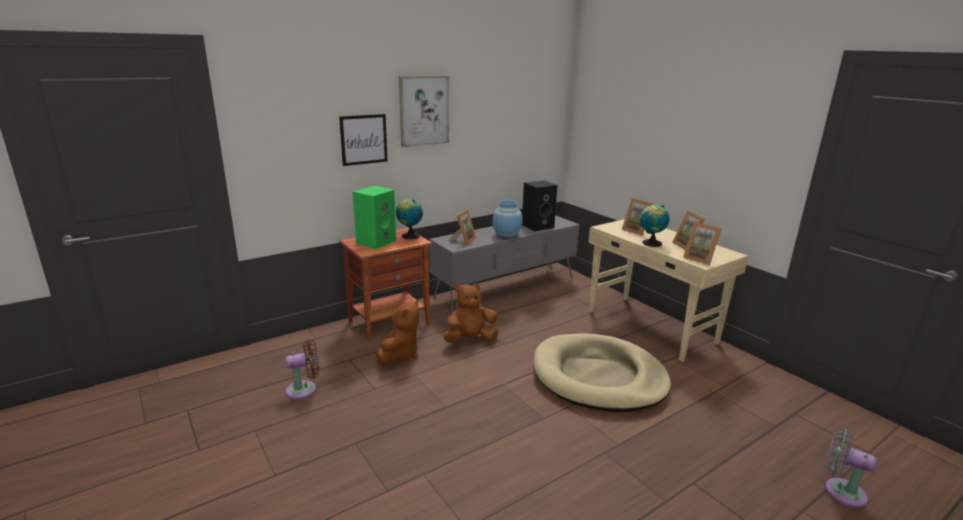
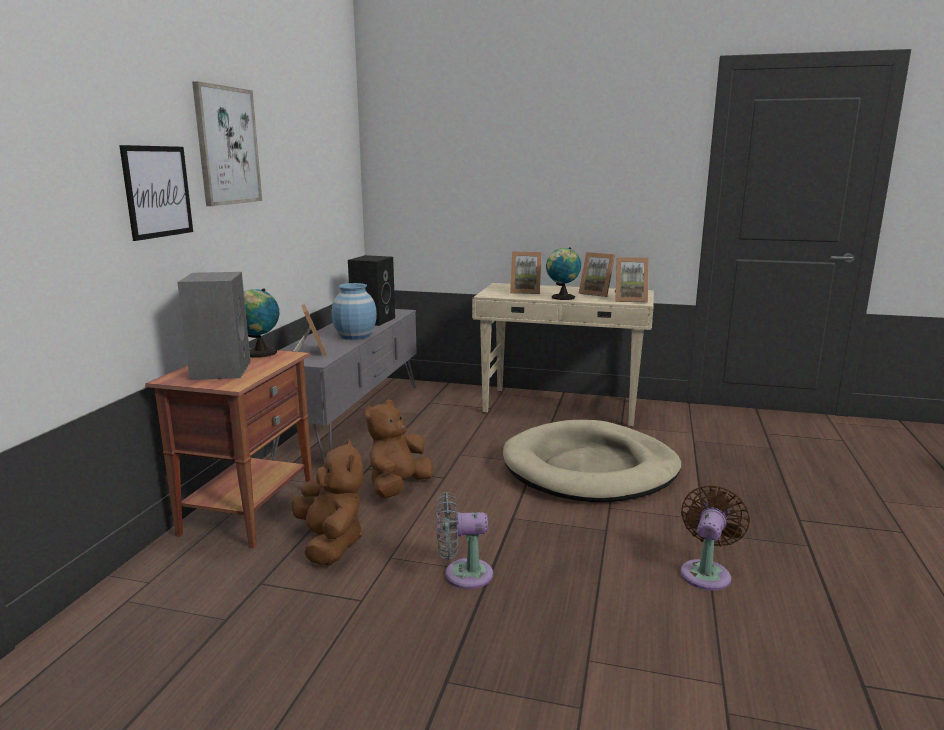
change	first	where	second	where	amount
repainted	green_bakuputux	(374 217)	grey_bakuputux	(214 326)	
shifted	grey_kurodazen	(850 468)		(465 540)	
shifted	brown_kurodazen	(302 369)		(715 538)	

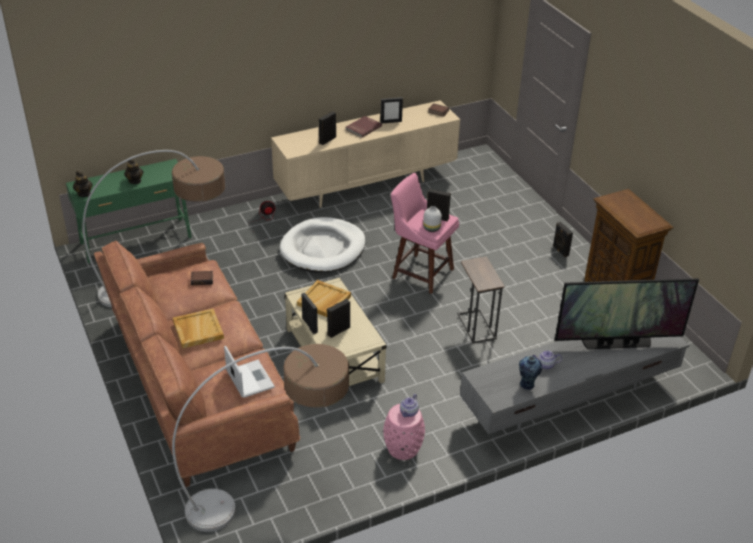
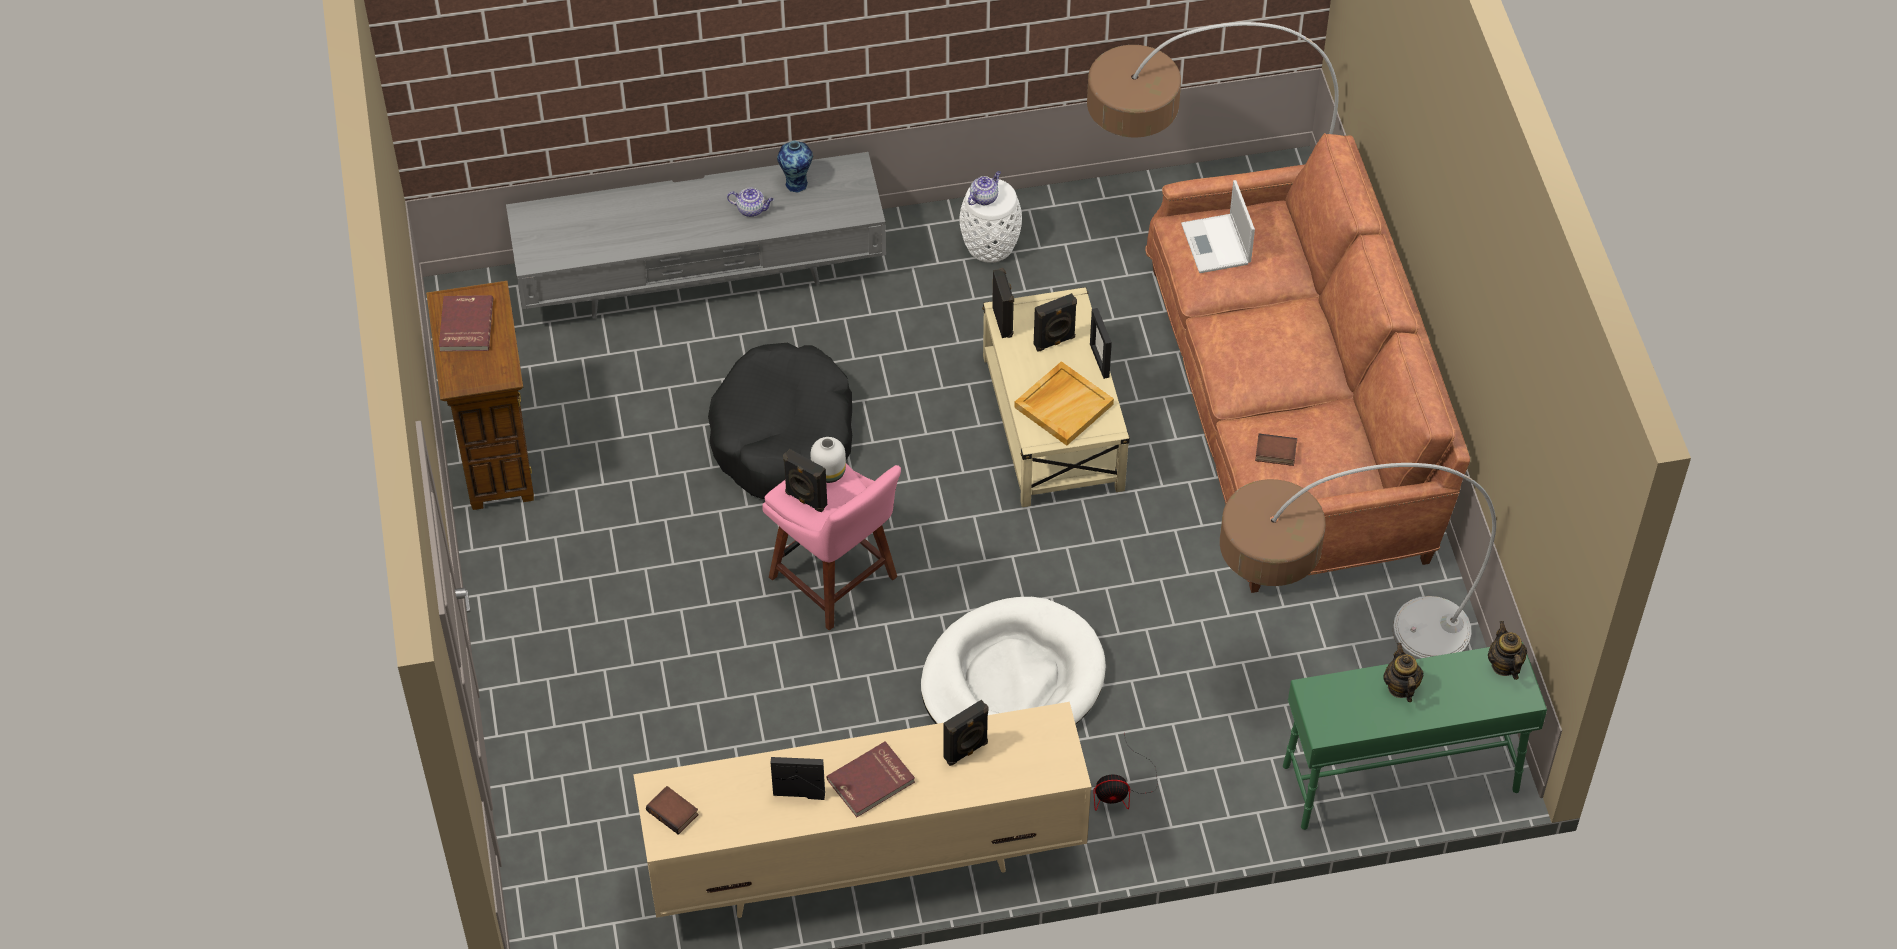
change	first	where	second	where	amount
new			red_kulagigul	(466 323)	
swapped	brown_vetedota	(480 300)	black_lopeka	(780 421)	
repainted	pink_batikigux	(404 432)	white_batikigux	(990 220)	
shifted	black_bakuputux	(563 239)		(1003 303)	
gone	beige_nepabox	(198 329)			
gone	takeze	(627 313)			

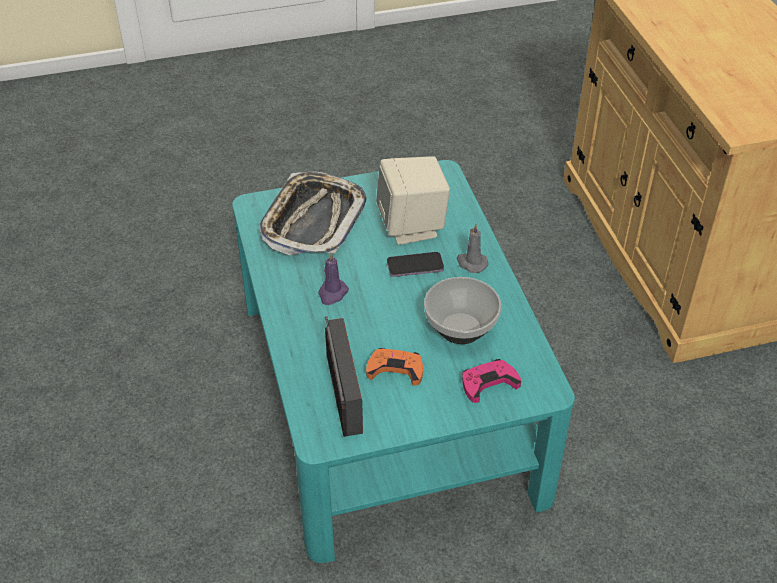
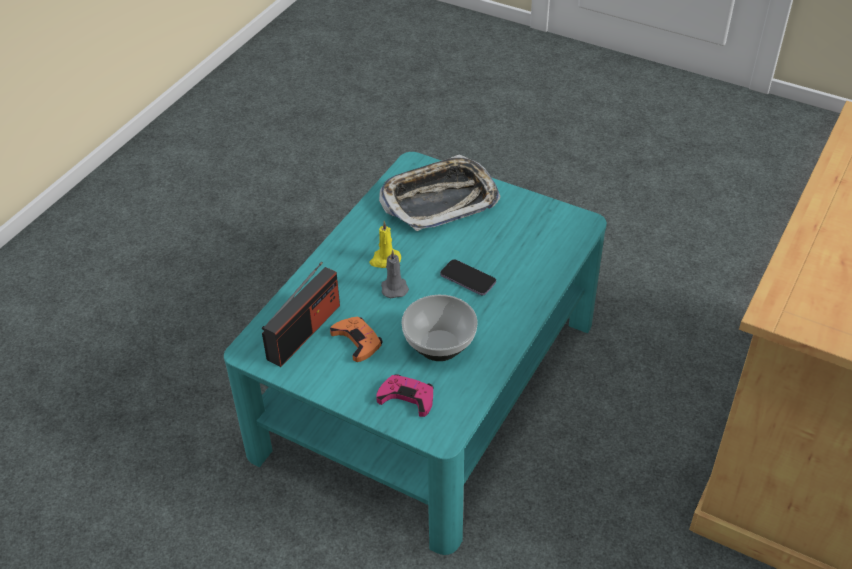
change	first	where	second	where	amount
repainted	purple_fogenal	(333 279)	yellow_fogenal	(385 244)	
shifted	grey_fogenal	(472 248)		(395 274)	
gone	beige_bakuputux	(413 200)			

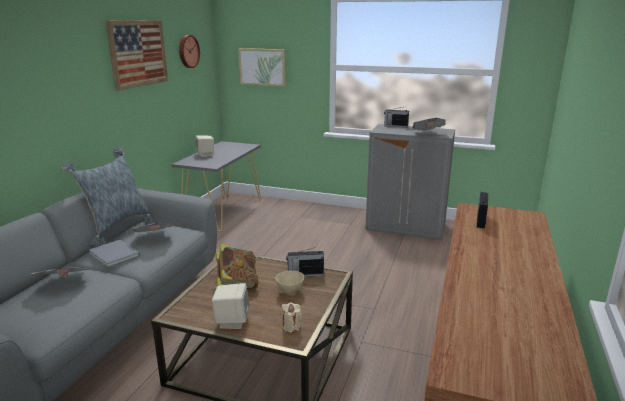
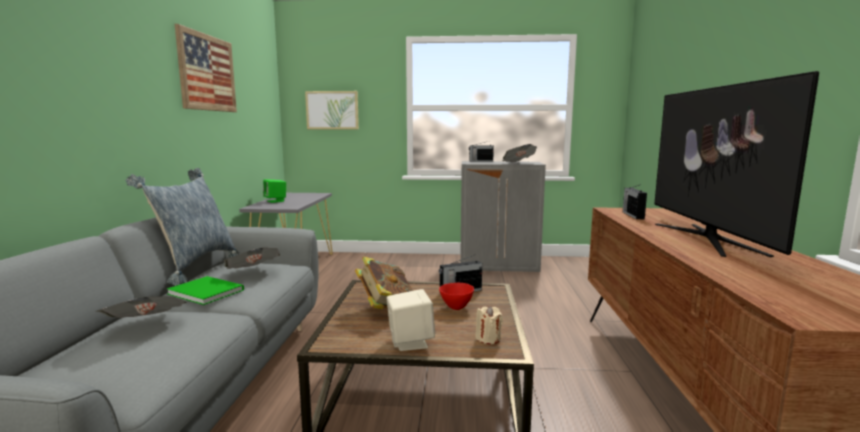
change	first	where	second	where	amount
repainted	grey_kulagigul	(114 254)	green_kulagigul	(205 290)	
repainted	beige_bakuputux	(205 146)	green_bakuputux	(274 191)	
repainted	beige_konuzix	(289 283)	red_konuzix	(456 296)	
new			takeze	(736 164)	
gone	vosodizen	(189 51)			

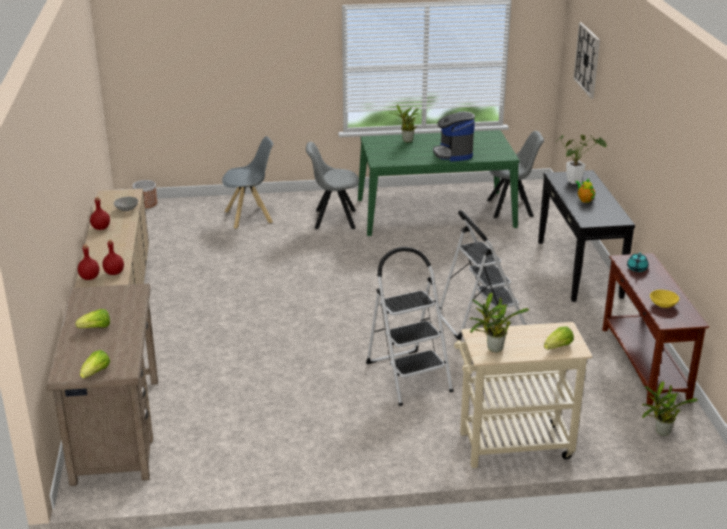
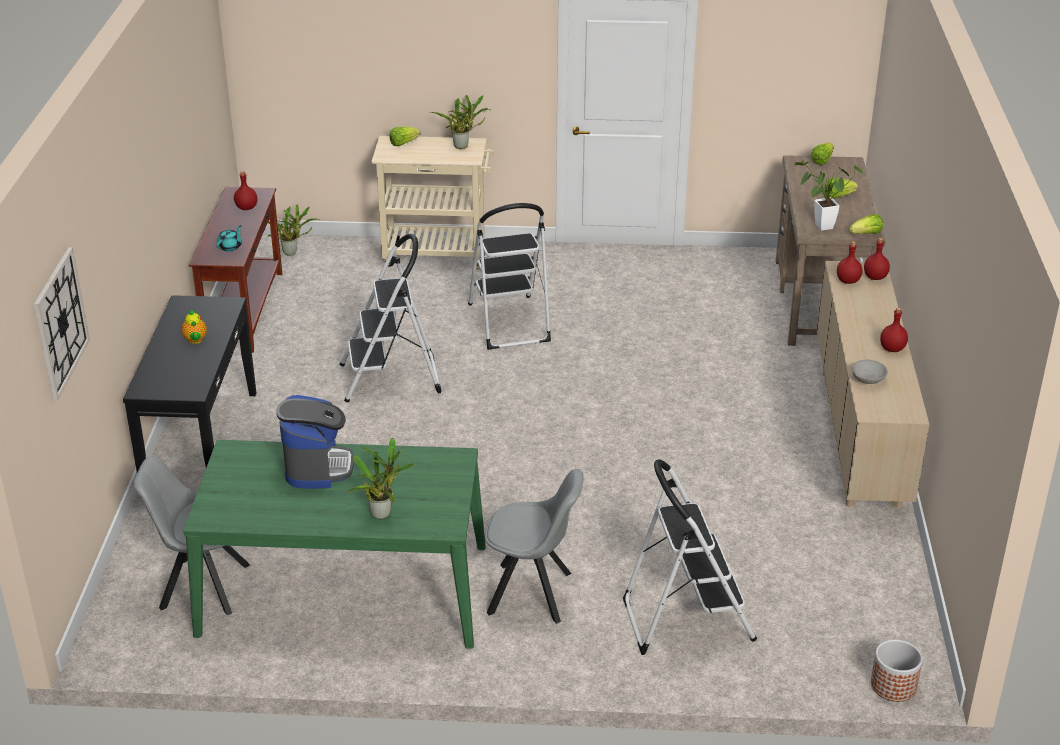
change	first	where	second	where	amount
swapped	yellow_konuzix	(664 299)	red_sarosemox	(245 190)	
swapped	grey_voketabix	(248 182)	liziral	(690 557)	
shifted	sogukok	(583 159)		(828 196)	
new			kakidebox	(866 224)	

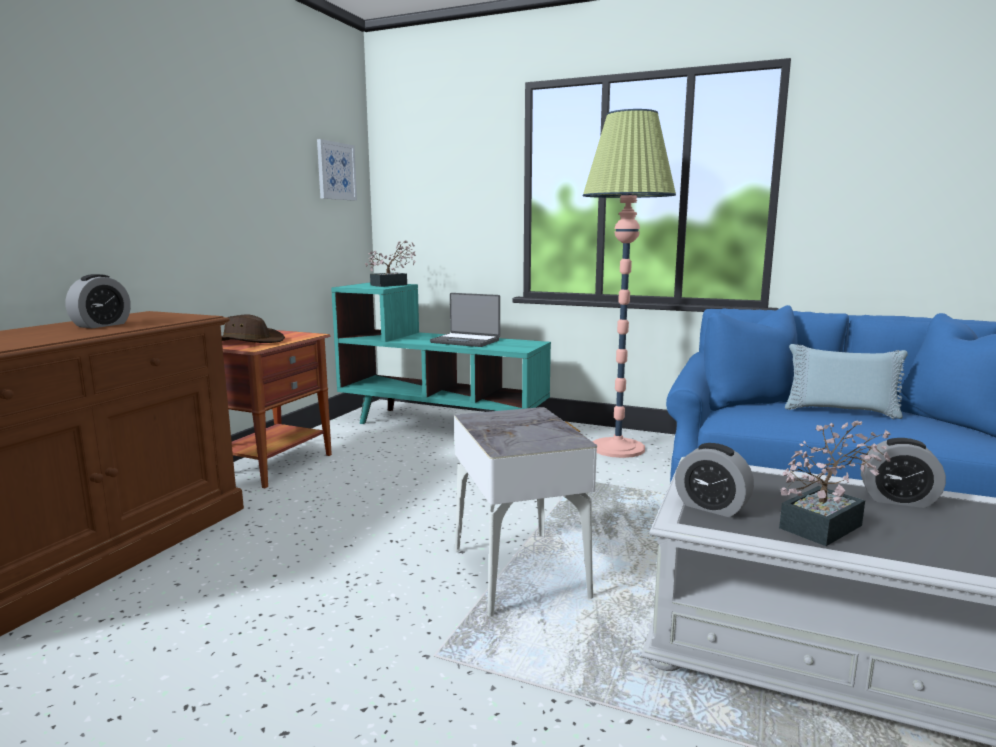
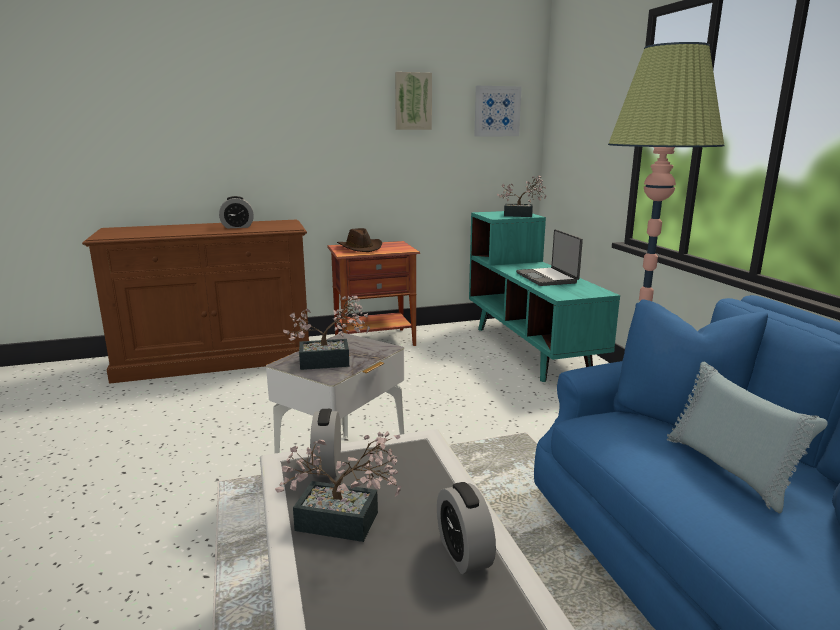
change	first	where	second	where	amount
new			sogukok	(326 333)	
new			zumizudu	(413 101)	

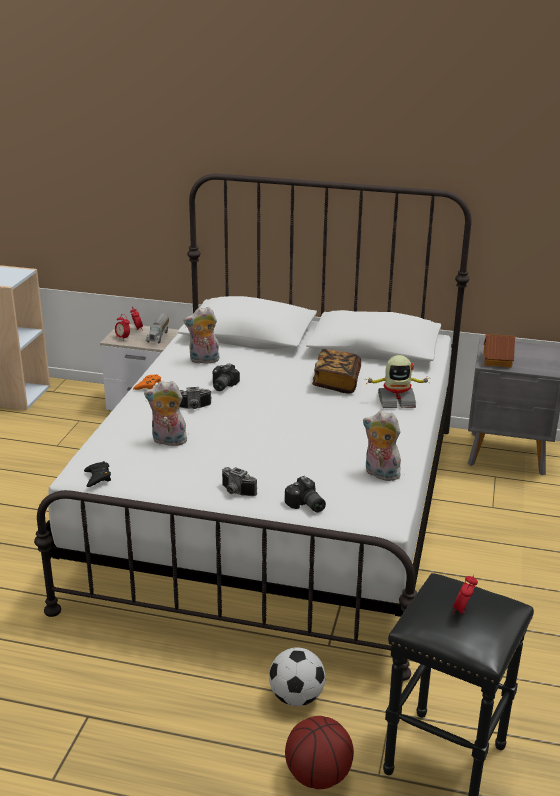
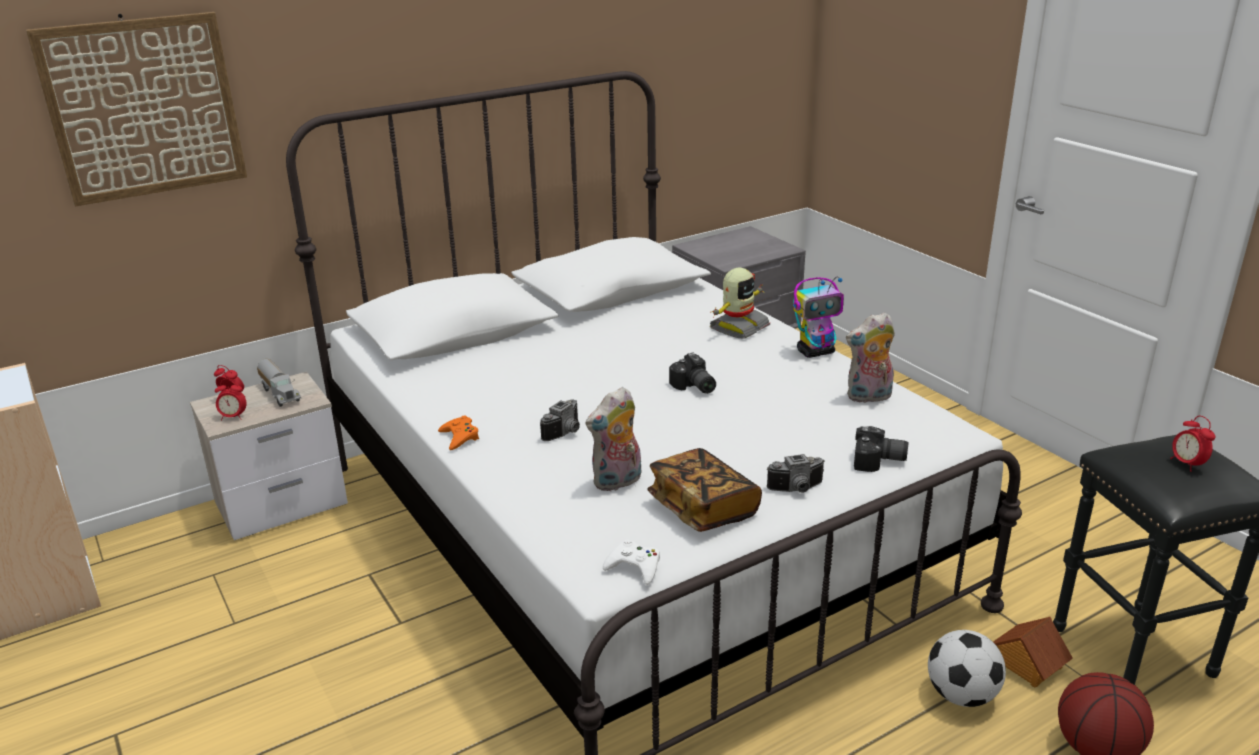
change	first	where	second	where	amount
new			zumizudu	(136 109)	
repainted	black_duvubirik	(97 474)	white_duvubirik	(631 562)	
shifted	kulagigul	(336 371)		(704 490)	
shifted	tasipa	(226 377)		(692 373)	
new			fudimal	(818 317)	
shifted	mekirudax	(499 351)		(1033 652)	
gone	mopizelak	(201 336)			

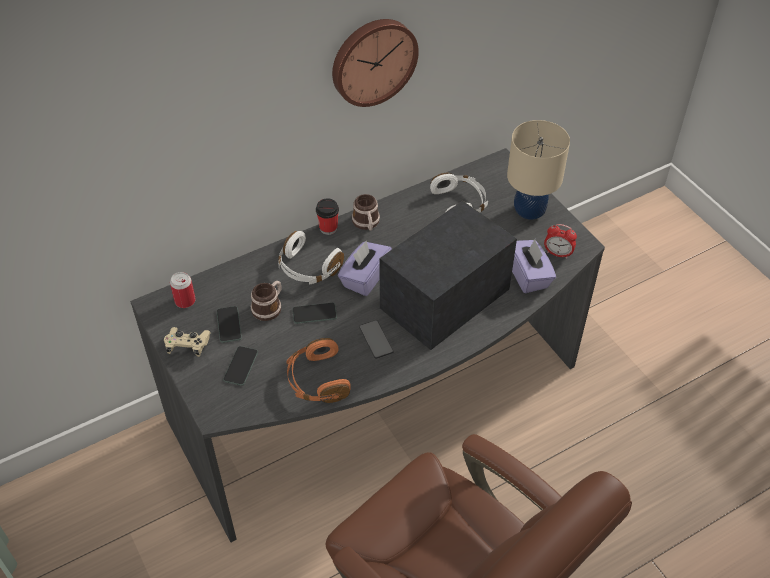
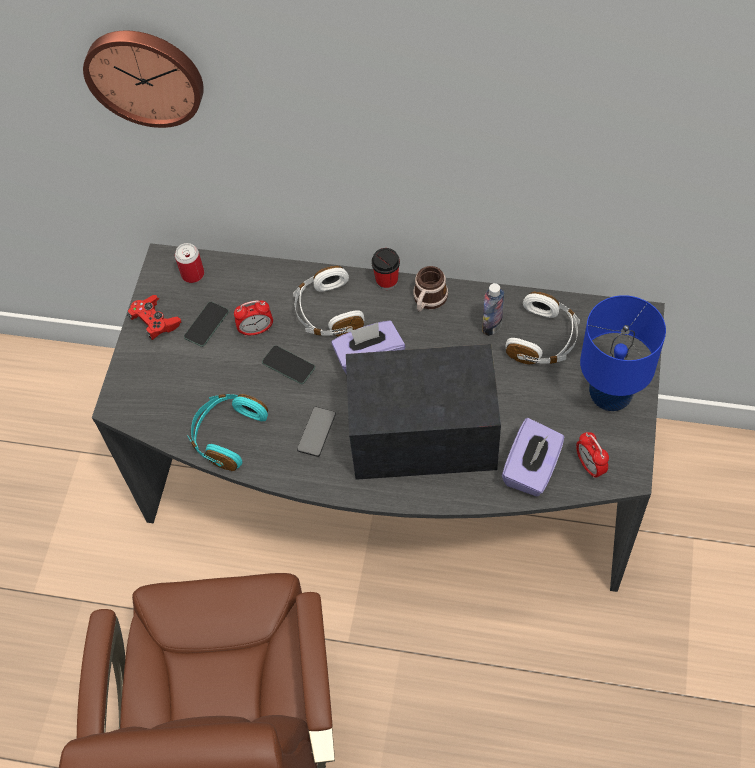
change	first	where	second	where	amount
shifted	vosodizen	(375 63)		(143 79)	
repainted	beige_duvubirik	(187 342)	red_duvubirik	(154 317)	
repainted	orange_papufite	(318 370)	turquoise_papufite	(227 432)	
swapped	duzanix	(266 301)	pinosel	(253 318)	
new			sarosemox	(493 309)	
repainted	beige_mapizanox	(538 170)	blue_mapizanox	(623 353)	
gone	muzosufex	(240 366)			

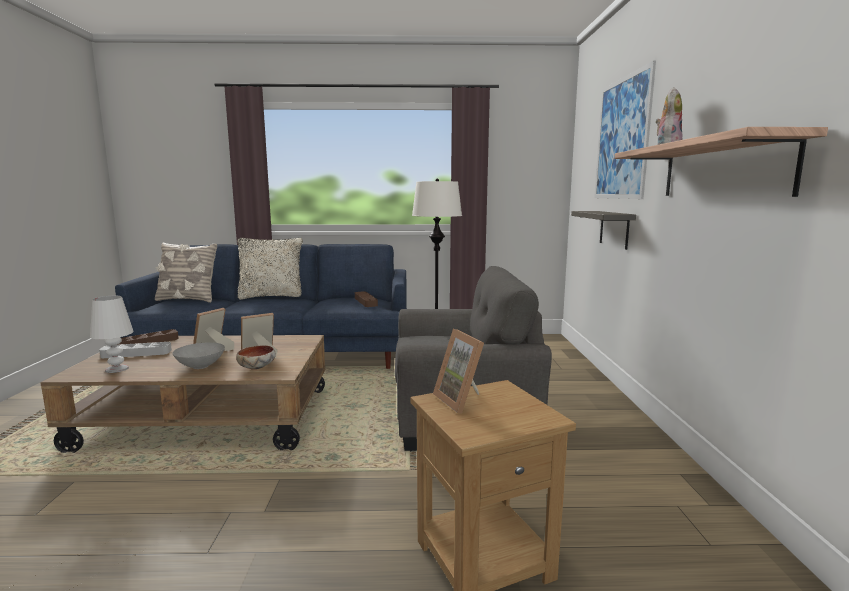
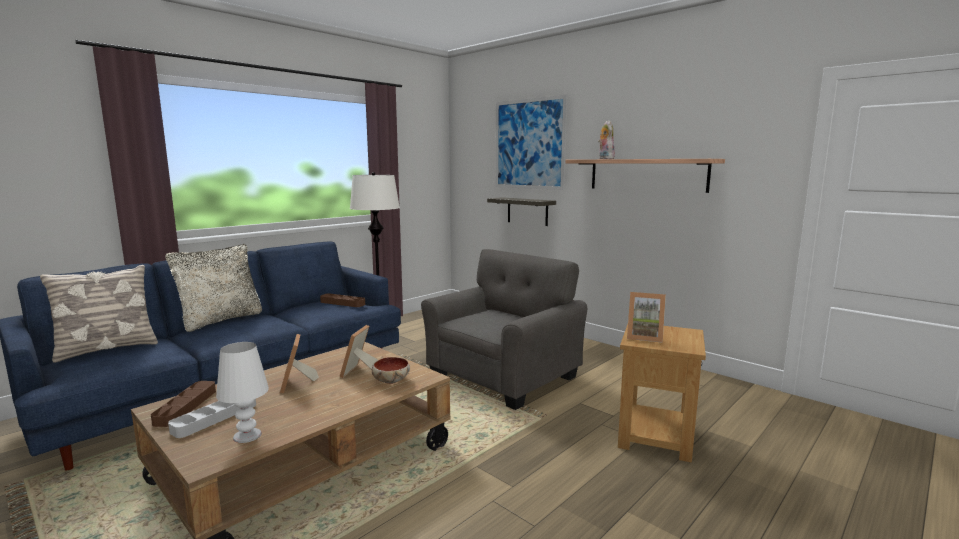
change	first	where	second	where	amount
gone	grey_konuzix	(199 355)			

